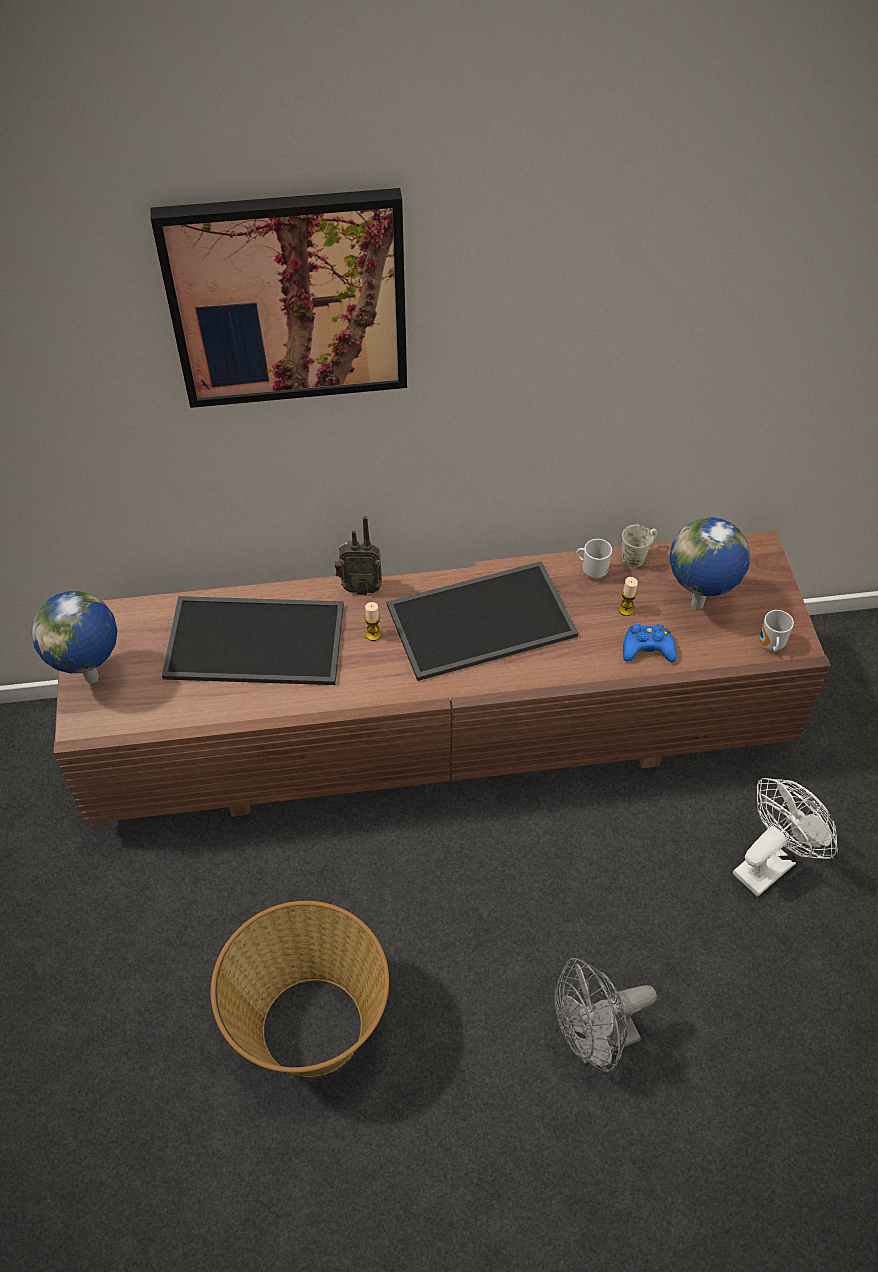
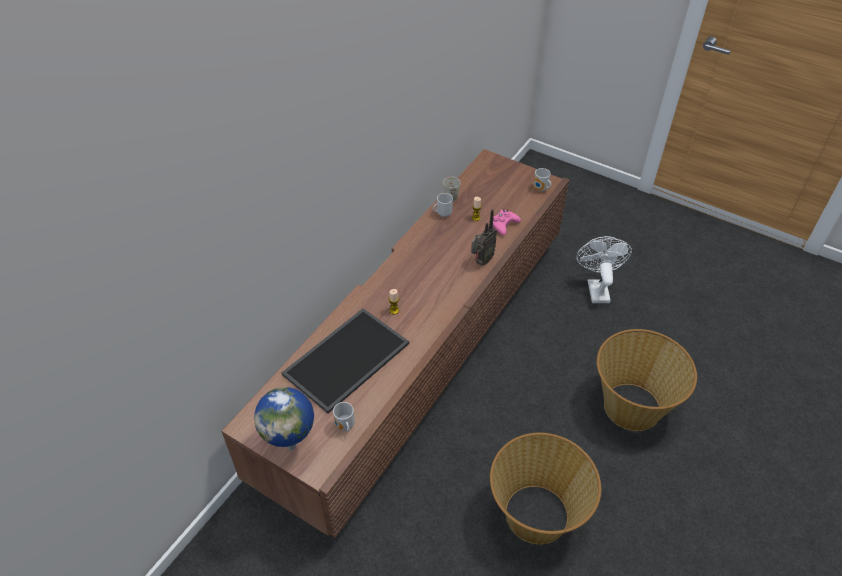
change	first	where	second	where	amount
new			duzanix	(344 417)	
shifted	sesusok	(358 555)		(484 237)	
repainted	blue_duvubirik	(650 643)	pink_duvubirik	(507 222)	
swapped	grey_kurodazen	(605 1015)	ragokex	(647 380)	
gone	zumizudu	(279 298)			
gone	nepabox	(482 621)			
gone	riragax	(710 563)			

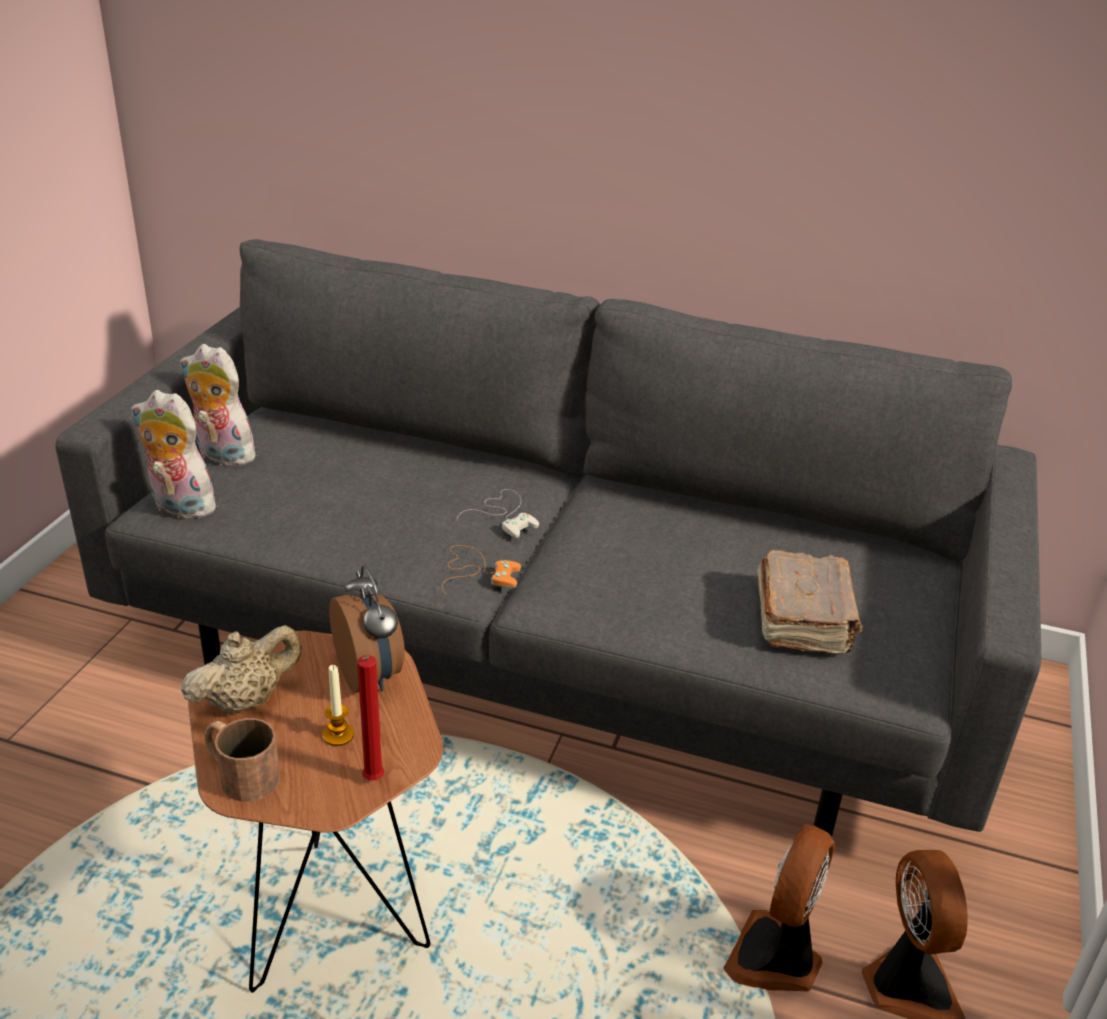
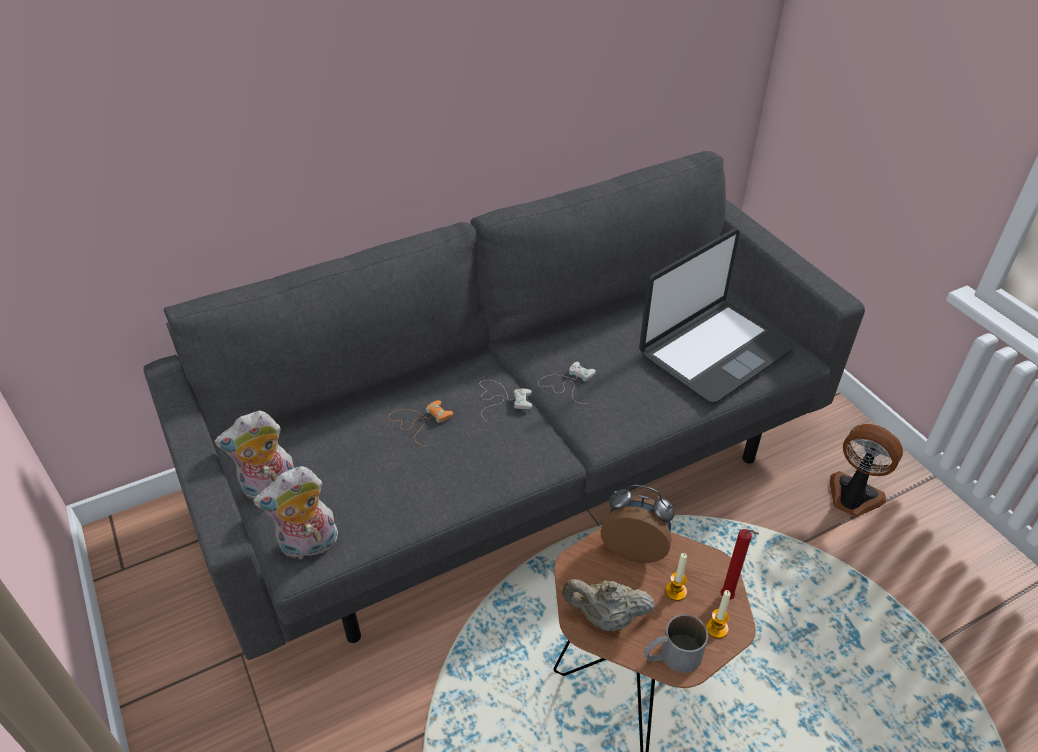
change	first	where	second	where	amount
shifted	orange_duvubirik	(481 570)		(420 423)	
new			white_duvubirik	(567 383)	
rotated	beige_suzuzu	(241 669)		(608 605)	90 degrees counterclockwise
swapped	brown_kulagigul	(810 602)	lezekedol	(717 316)	
repainted	brown_duzanix	(242 760)	grey_duzanix	(676 643)	
new			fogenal	(718 614)	
gone	kurodazen	(779 908)			

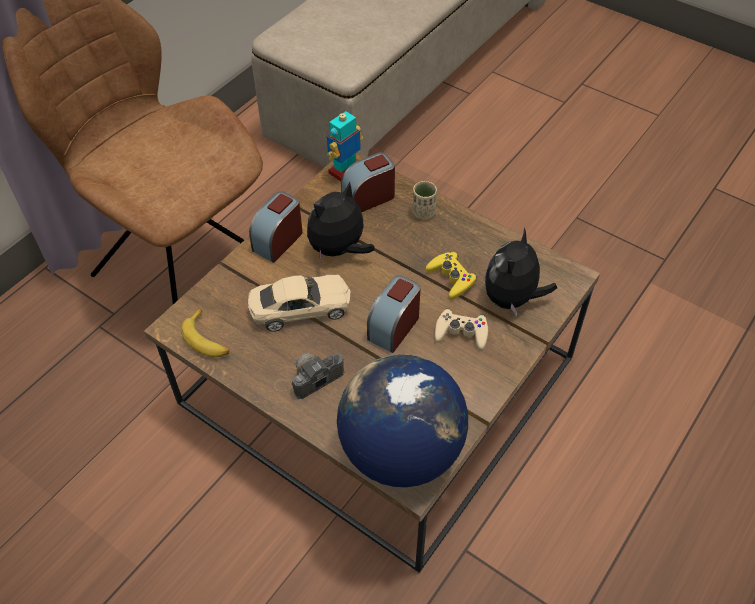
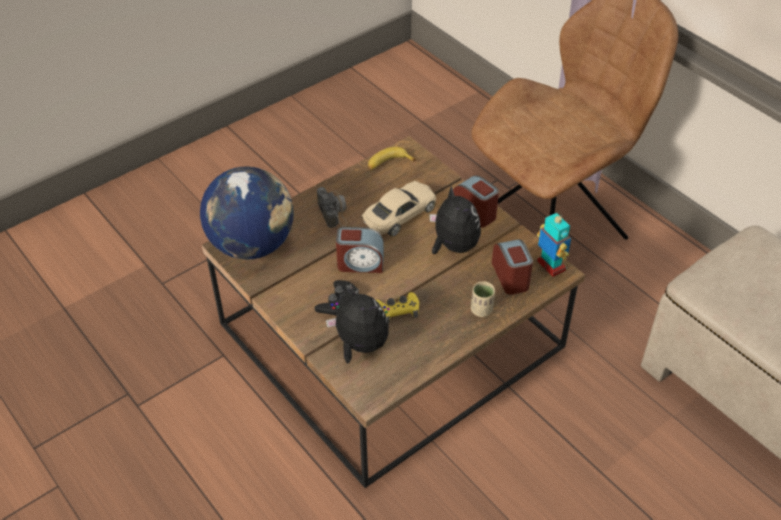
change	first	where	second	where	amount
repainted	beige_duvubirik	(461 329)	black_duvubirik	(337 298)	
rotated	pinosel	(394 314)		(360 250)	135 degrees clockwise
rotated	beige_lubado	(299 303)		(399 209)	135 degrees counterclockwise

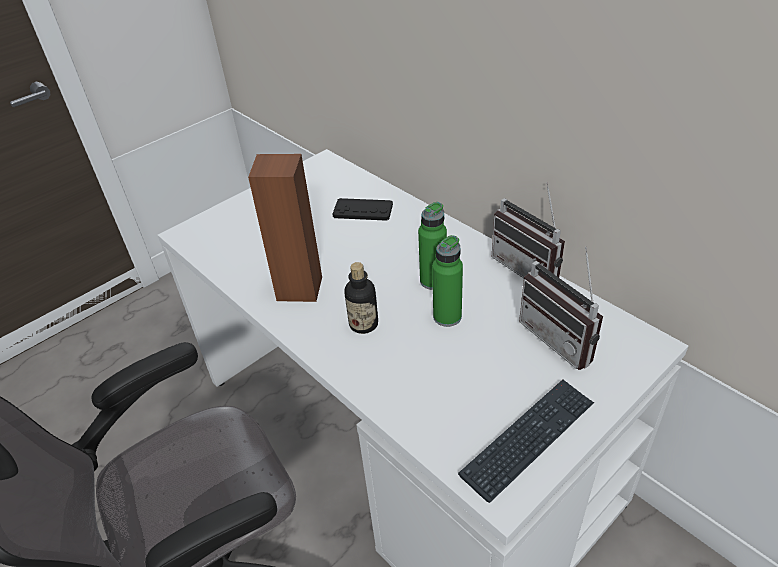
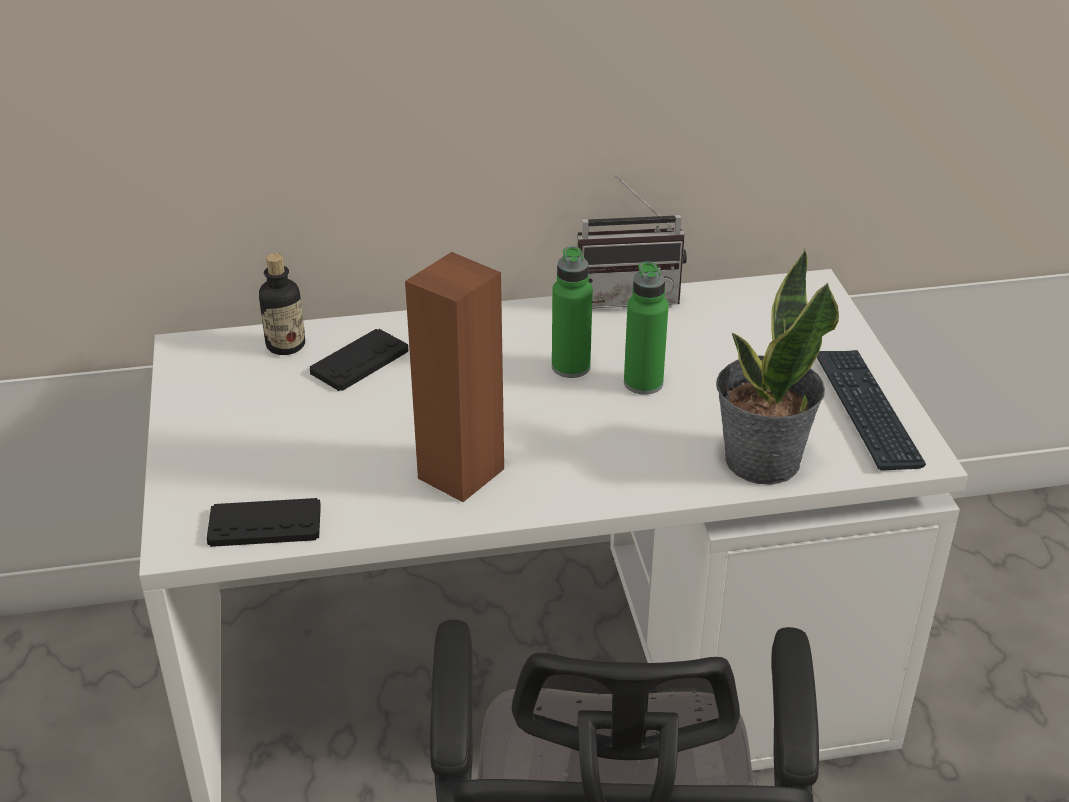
change	first	where	second	where	amount
new			black_duvubirik	(264 522)	
shifted	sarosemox	(361 298)		(282 304)	
new			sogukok	(777 367)	
gone	sesusok	(561 308)			

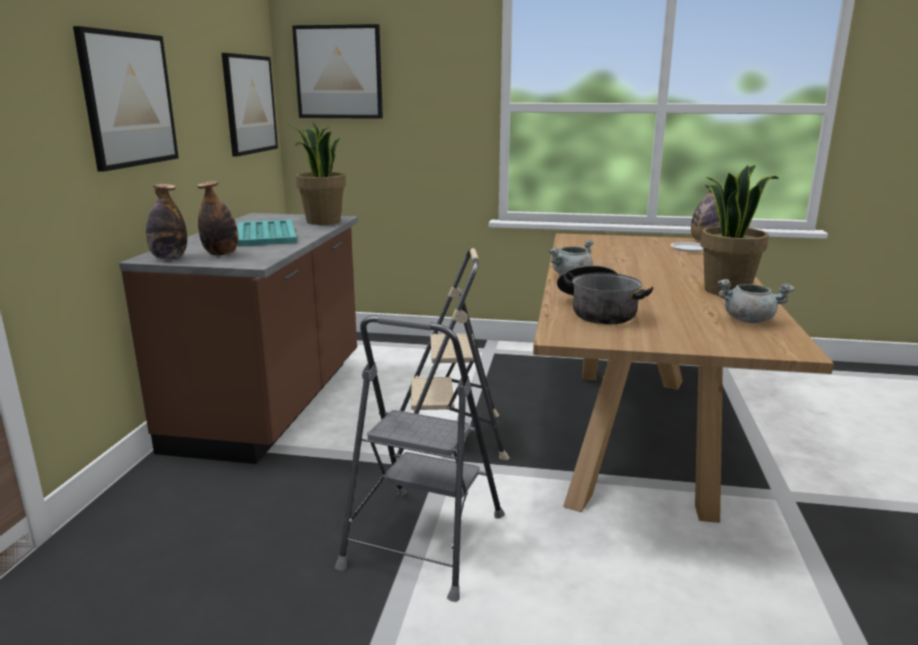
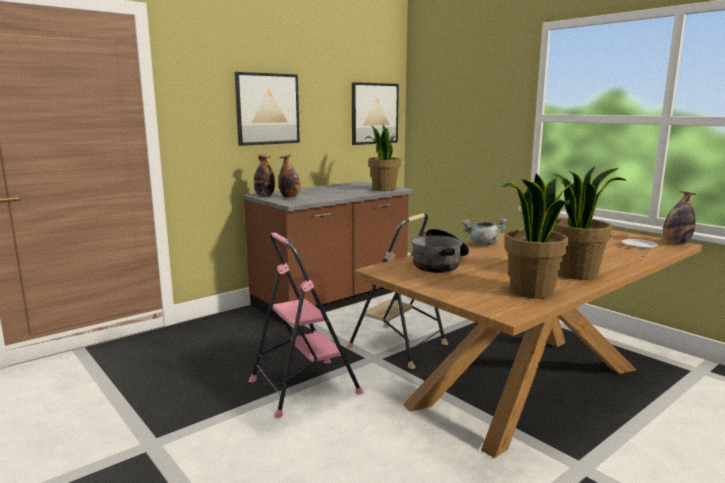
change	first	where	second	where	amount
repainted	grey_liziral	(420 458)	pink_liziral	(306 325)	
swapped	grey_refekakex	(756 301)	sogukok	(539 236)	
gone	turquoise_nepabox	(267 232)			
gone	zumizudu	(337 71)			

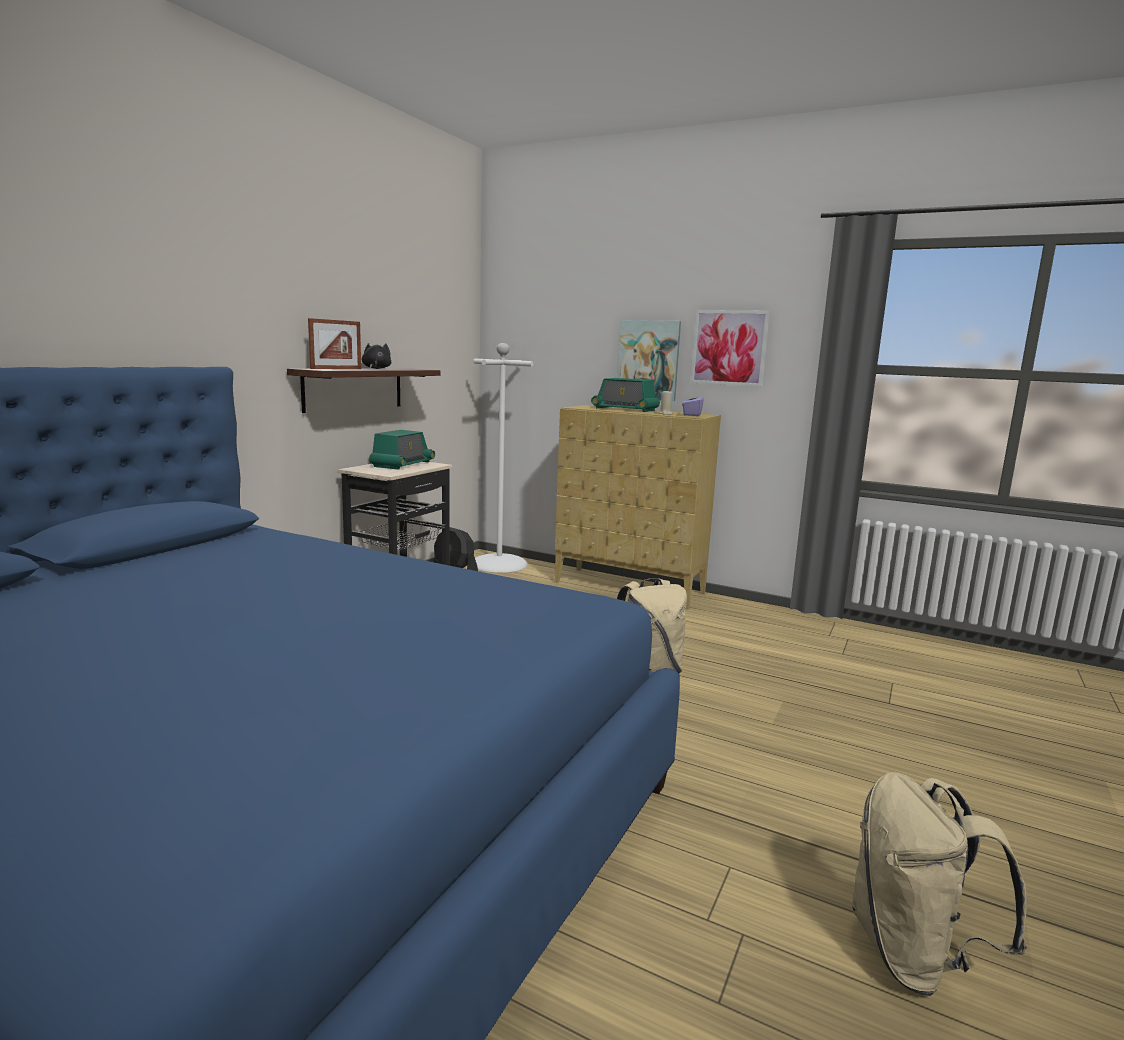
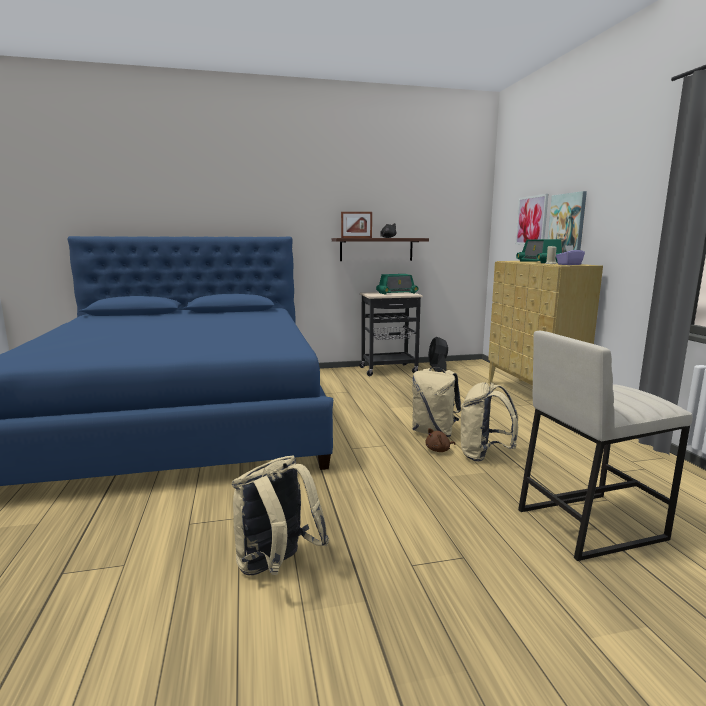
change	first	where	second	where	amount
new			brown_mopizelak	(440 440)	
new			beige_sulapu	(489 422)	
shifted	zumizudu	(730 348)		(531 219)	
new			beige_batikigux	(605 446)	
gone	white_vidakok	(503 458)			

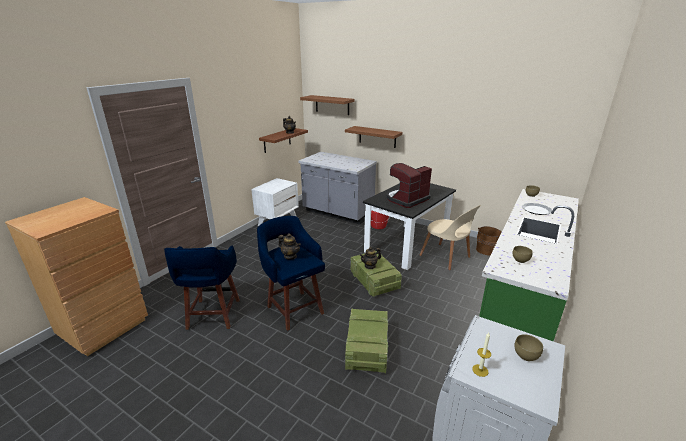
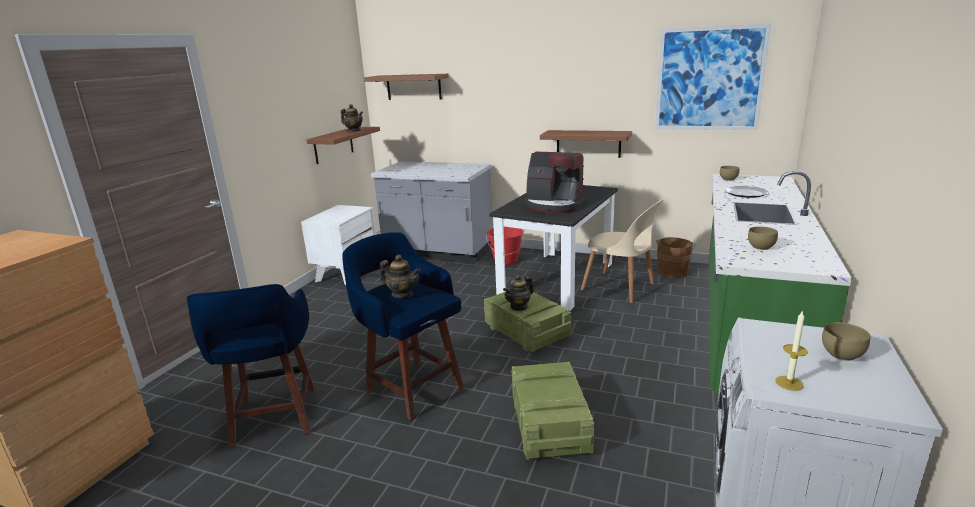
change	first	where	second	where	amount
rotated	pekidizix	(409 185)		(555 182)	105 degrees counterclockwise
shifted	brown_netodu	(373 137)		(586 144)	
new			zumizudu	(713 76)	

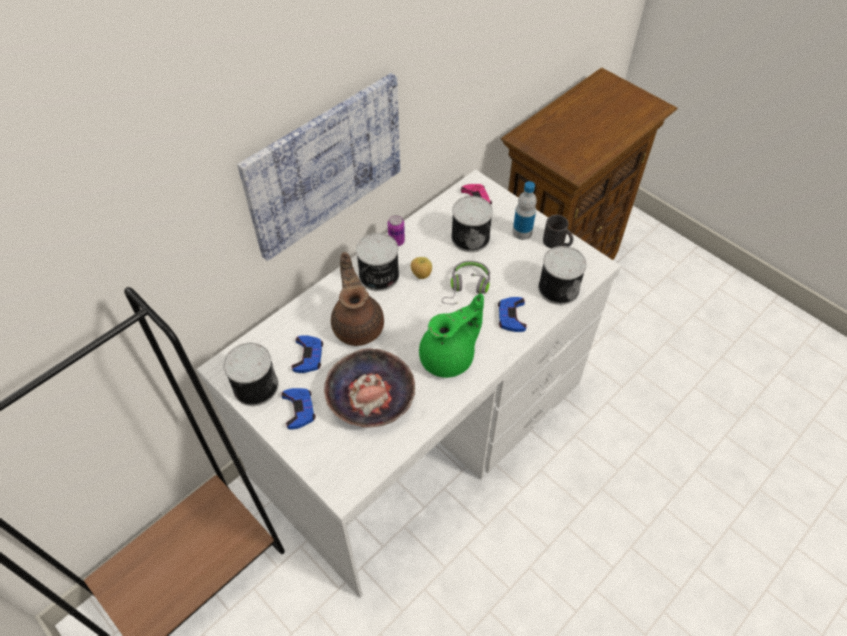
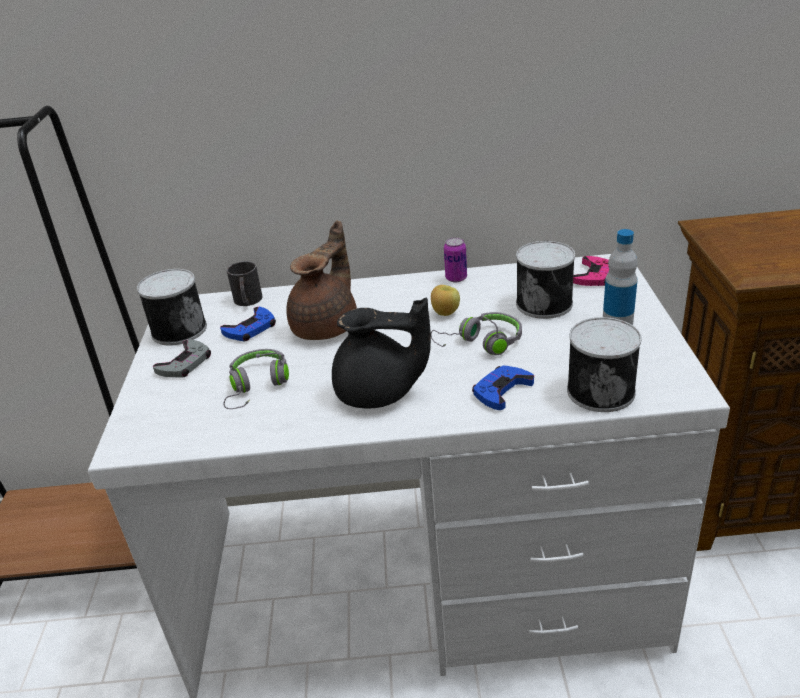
change	first	where	second	where	amount
repainted	blue_duvubirik	(299 409)	grey_duvubirik	(182 359)	
swapped	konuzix	(369 388)	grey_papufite	(256 379)	
shifted	black_duzanix	(558 232)		(245 283)	
repainted	green_suzuzu	(451 336)	black_suzuzu	(381 353)	
gone	zumizudu	(318 167)			
gone	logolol	(377 262)			

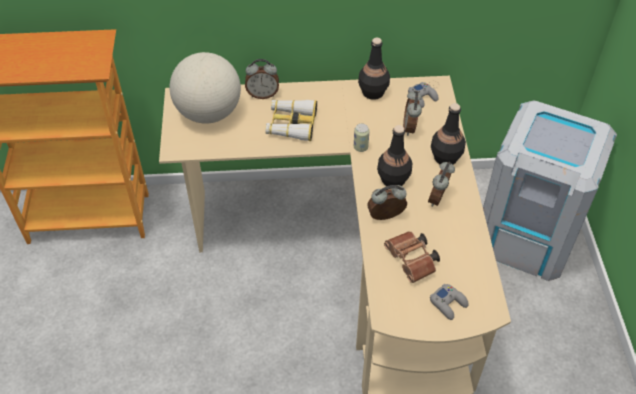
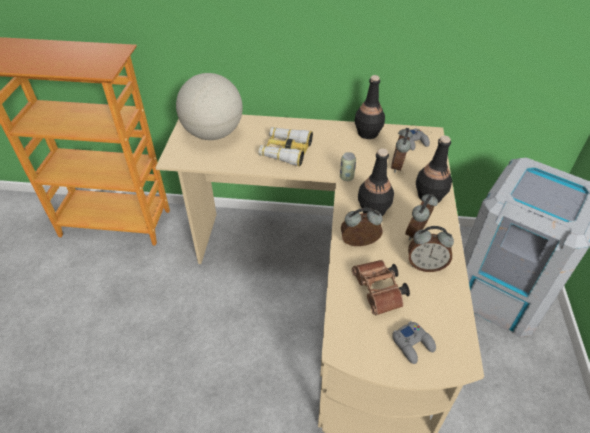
change	first	where	second	where	amount
shifted	pinosel	(262 79)		(431 249)	

